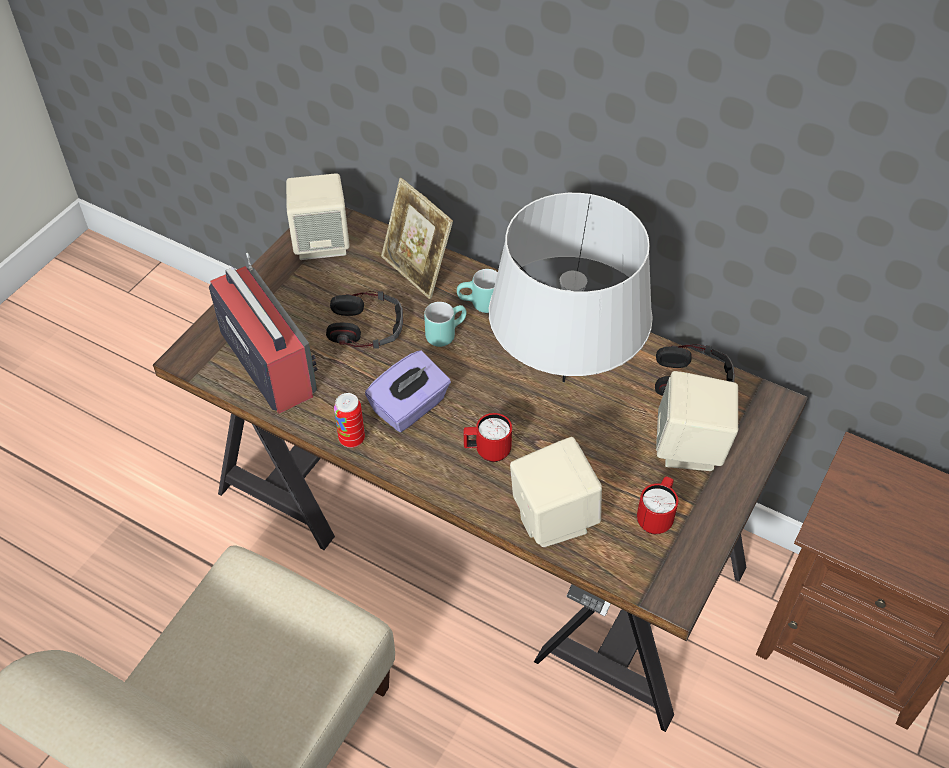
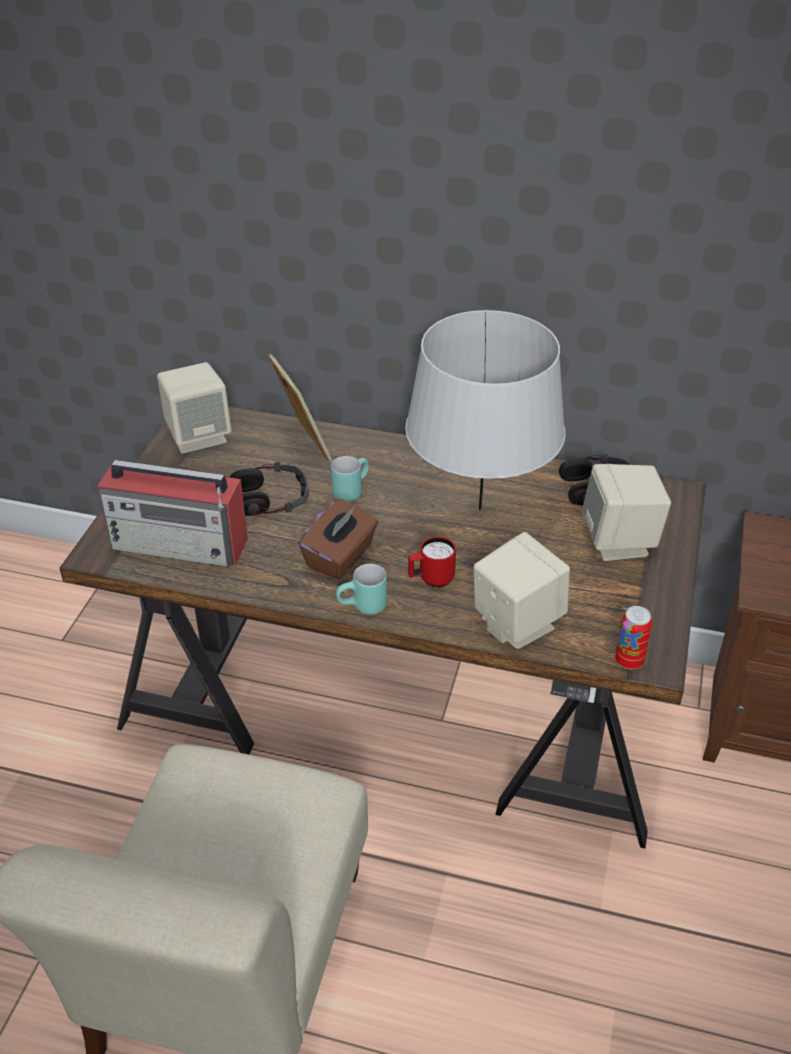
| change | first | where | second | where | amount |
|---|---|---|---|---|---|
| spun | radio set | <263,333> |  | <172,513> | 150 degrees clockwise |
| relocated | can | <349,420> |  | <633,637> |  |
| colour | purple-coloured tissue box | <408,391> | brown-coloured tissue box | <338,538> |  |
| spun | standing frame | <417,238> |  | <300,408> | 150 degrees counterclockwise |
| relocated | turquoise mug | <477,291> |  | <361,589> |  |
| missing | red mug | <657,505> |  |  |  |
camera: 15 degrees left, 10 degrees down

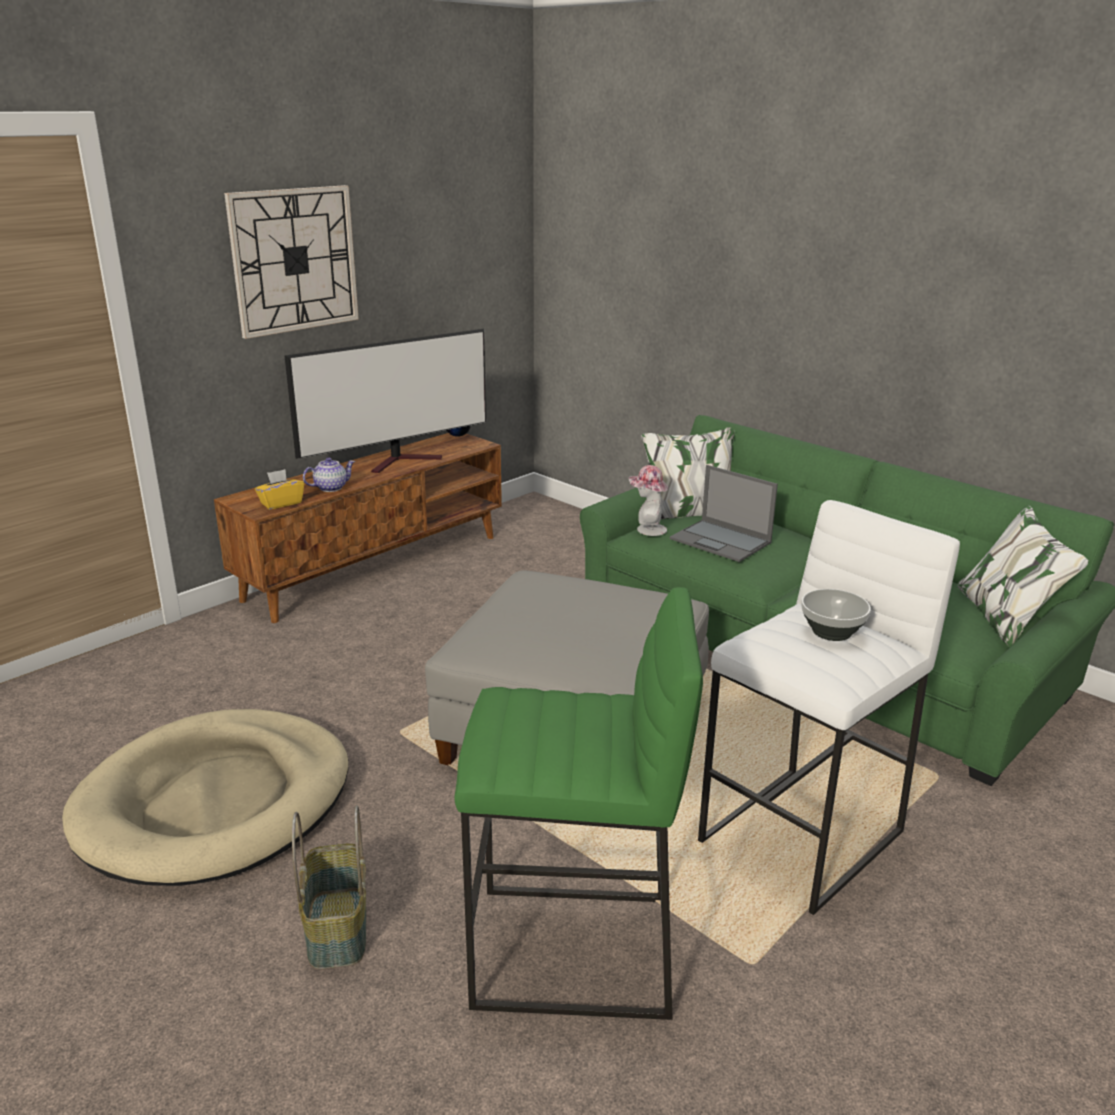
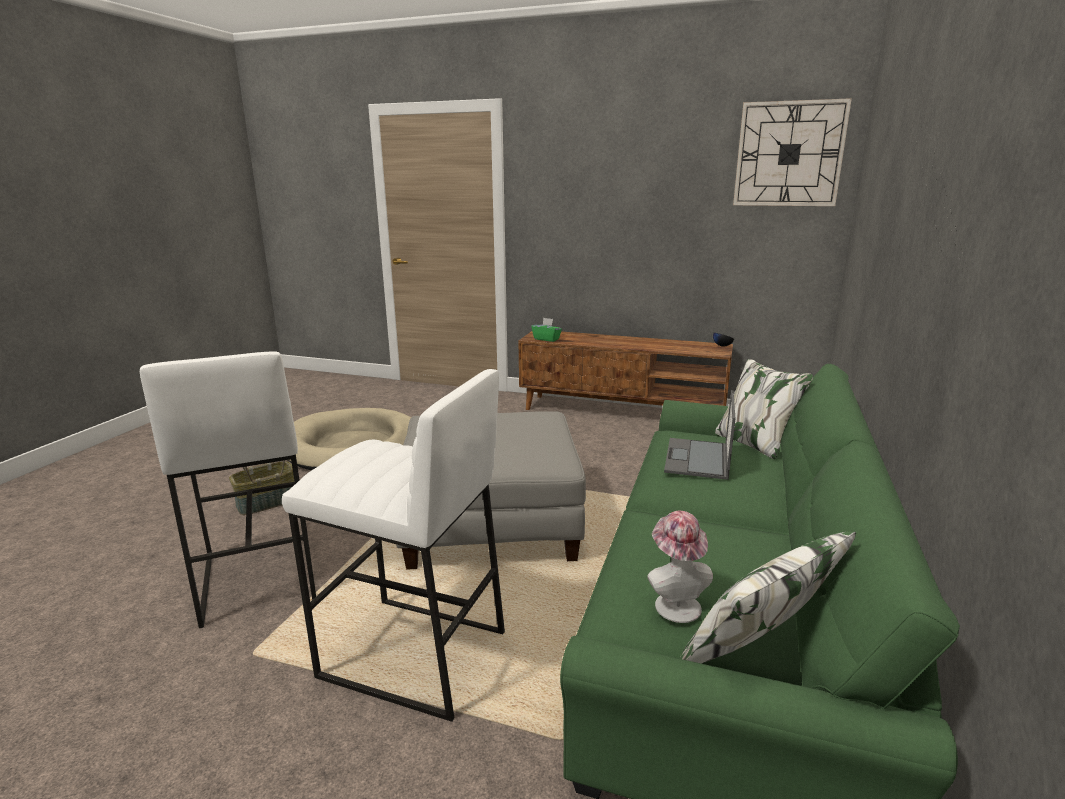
| change | first | where | second | where | amount |
|---|---|---|---|---|---|
| relocated | clock on the wall | <291,262> |  | <792,152> |  |
| colour | yellowish tissue box | <279,489> | green tissue box | <547,330> |  |
| missing | television | <385,401> |  |  |  |
| missing | teapot | <329,474> |  |  |  |
| colour | green stool seat | <578,803> | white stool seat | <228,490> |  |
| relocated | hat | <648,500> |  | <680,567> |  |
| missing | bowl | <836,615> |  |  |  |
camera: 65 degrees right, 5 degrees down

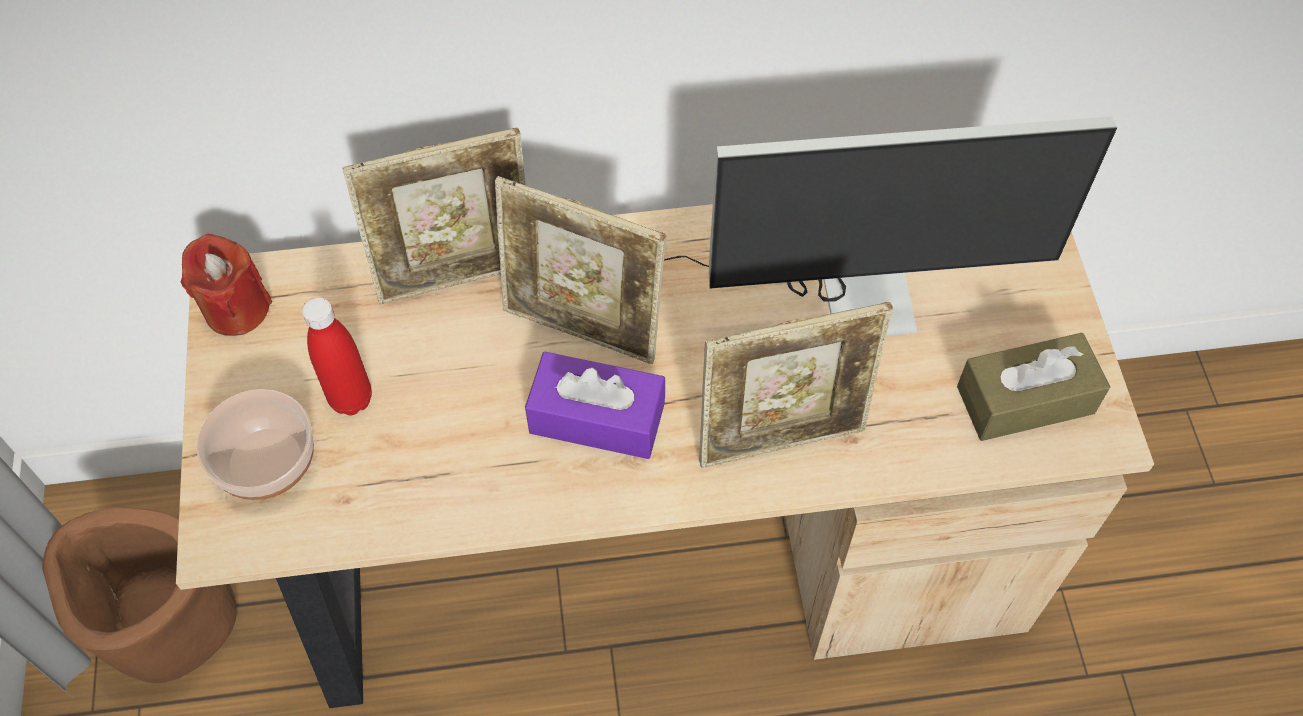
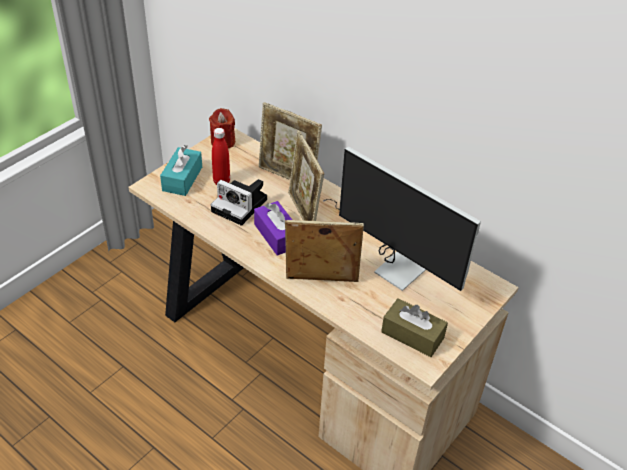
| change | first | where | second | where | amount |
|---|---|---|---|---|---|
| missing | brown-coloured flower pot | <139,595> |  |  |  |
| exchanged | bowl | <255,444> | turquoise tissue box | <181,170> |  |
| spun | standing frame | <796,385> |  | <324,251> | 150 degrees clockwise |
| appeared |  |  | photo camera | <239,202> |  |
camera: 45 degrees right, 15 degrees down

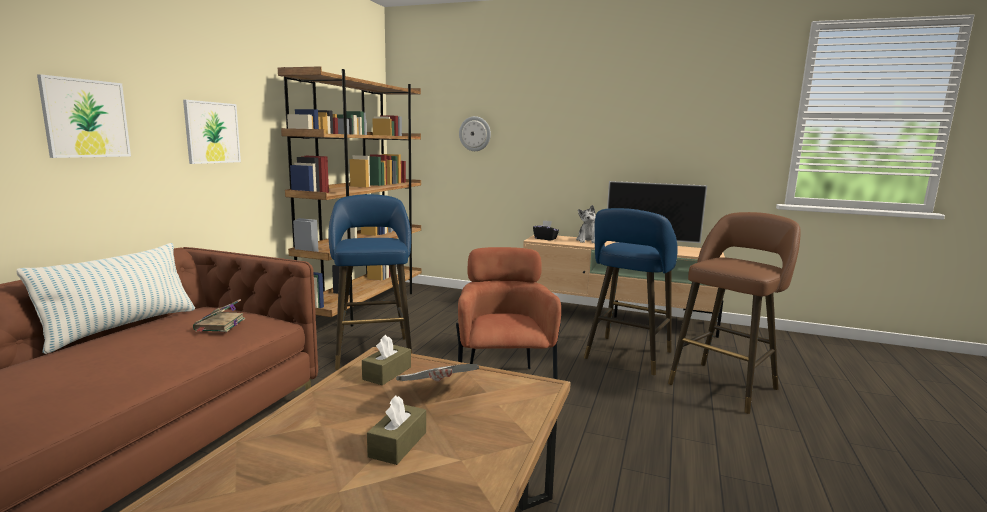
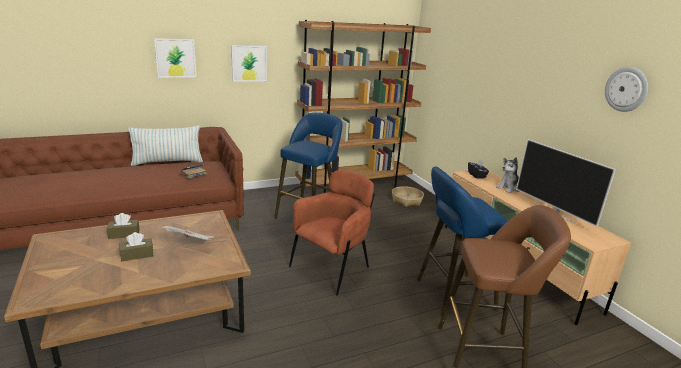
| change | first | where | second | where | amount |
|---|---|---|---|---|---|
| relocated | brown-coloured tissue box | <386,360> |  | <123,226> |  |
| relocated | clock on the wall | <475,133> |  | <626,89> |  |
| appeared |  |  | basket | <408,196> |  |
camera: 45 degrees right, 10 degrees up

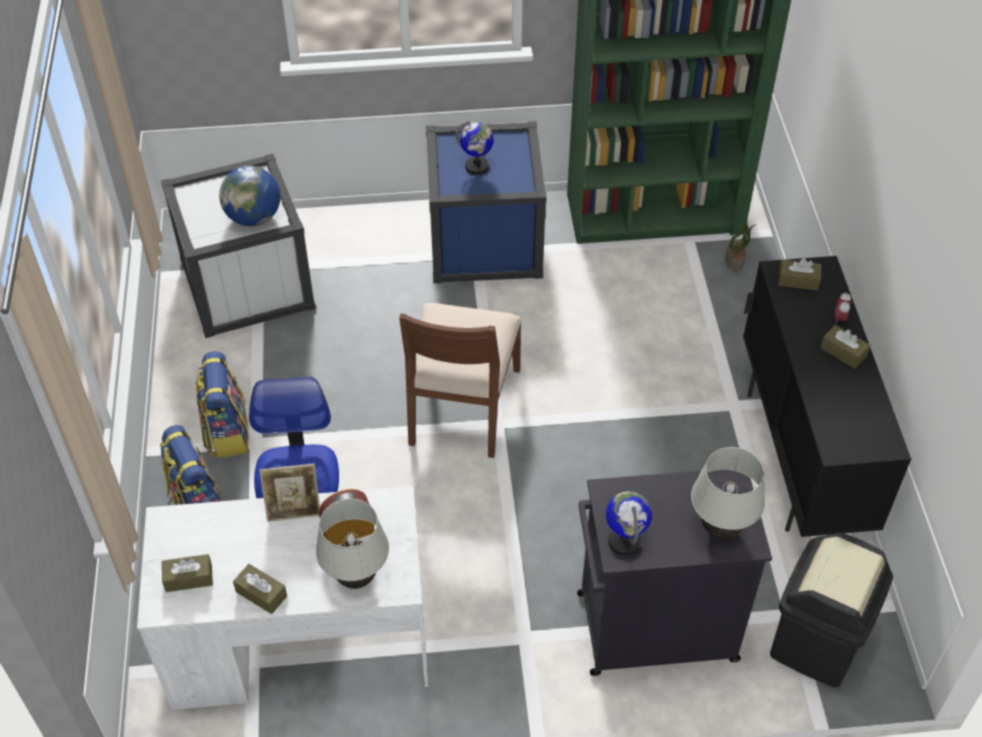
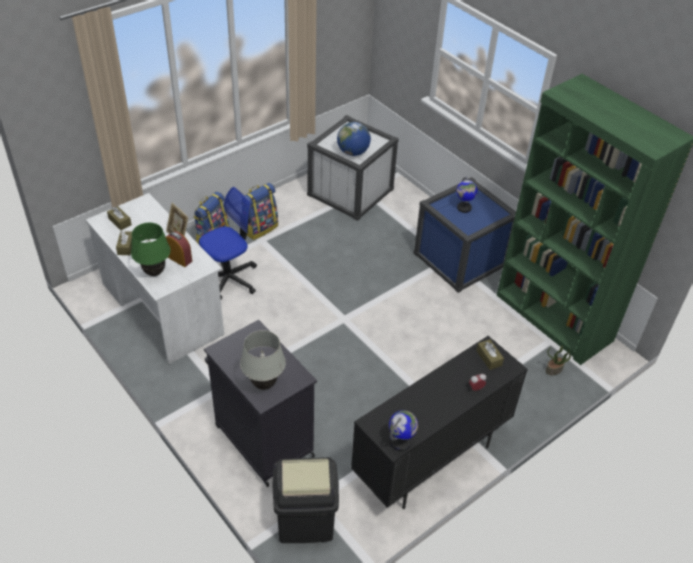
| change | first | where | second | where | amount |
|---|---|---|---|---|---|
| colour | white tabletop lamp | <352,543> | green tabletop lamp | <151,249> |  |
| missing | brown-coloured upright chair | <460,380> |  |  |  |
| relocated | desk globe | <629,523> |  | <403,430> |  |
| missing | brown-coloured tissue box | <845,347> |  |  |  |
camera: 55 degrees right, 5 degrees down

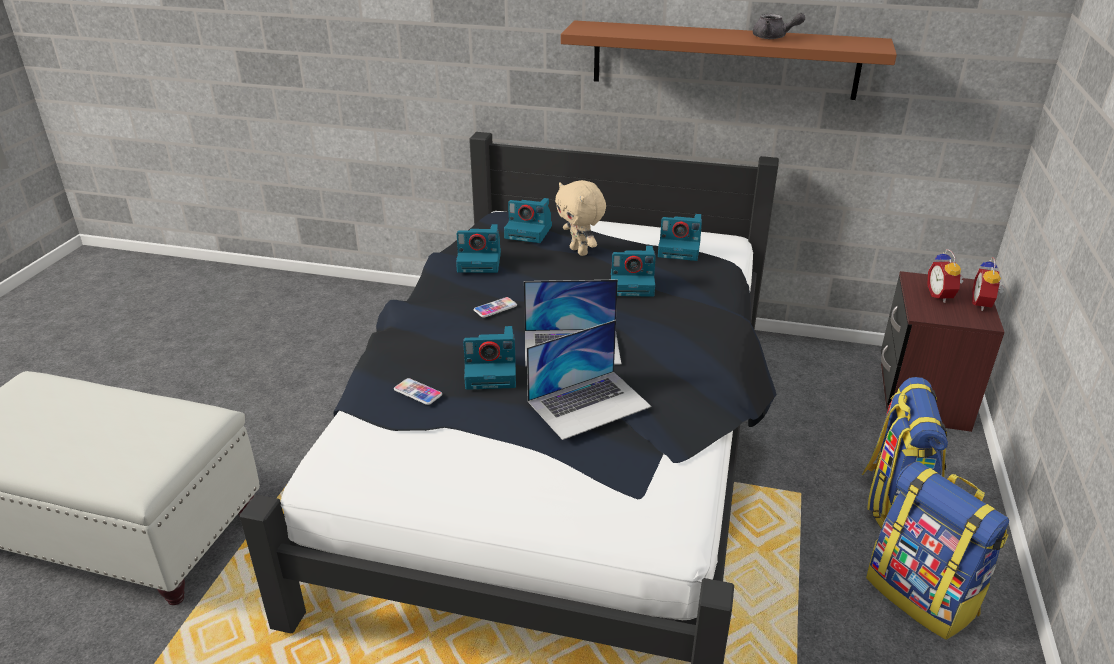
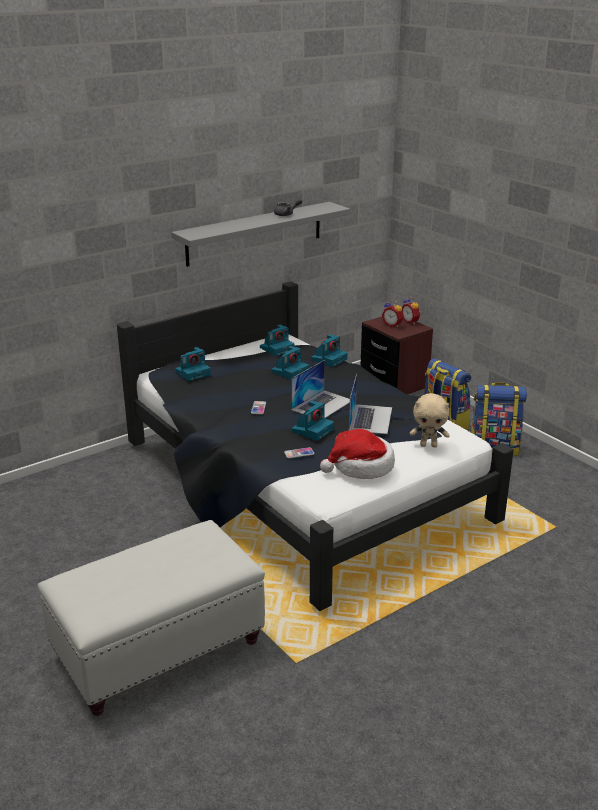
| change | first | where | second | where | amount |
|---|---|---|---|---|---|
| relocated | photo camera | <478,248> |  | <329,350> |  |
| relocated | beige plush toy | <580,218> |  | <429,420> |  |
| colour | brown-coloured bracket shelf | <729,60> | greyish bracket shelf | <260,234> |  |
| appeared |  |  | hat | <357,454> |  |
camera: 50 degrees left, 5 degrees down

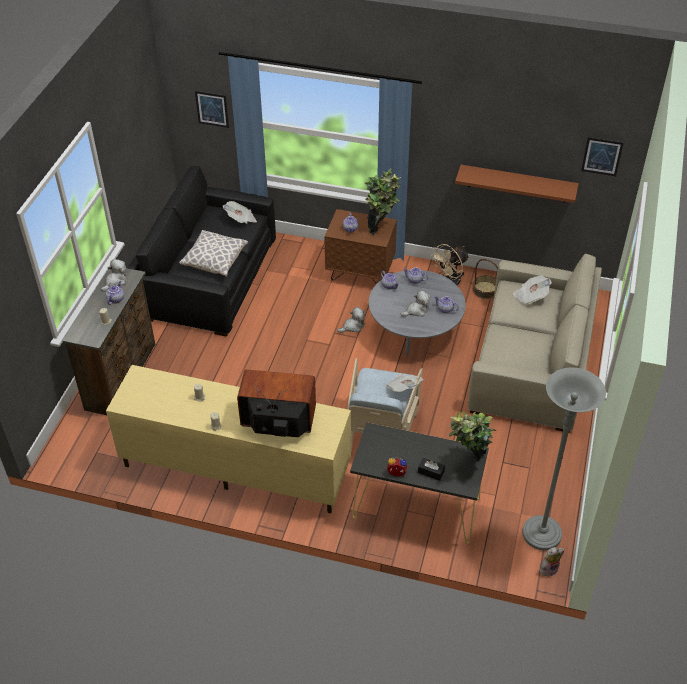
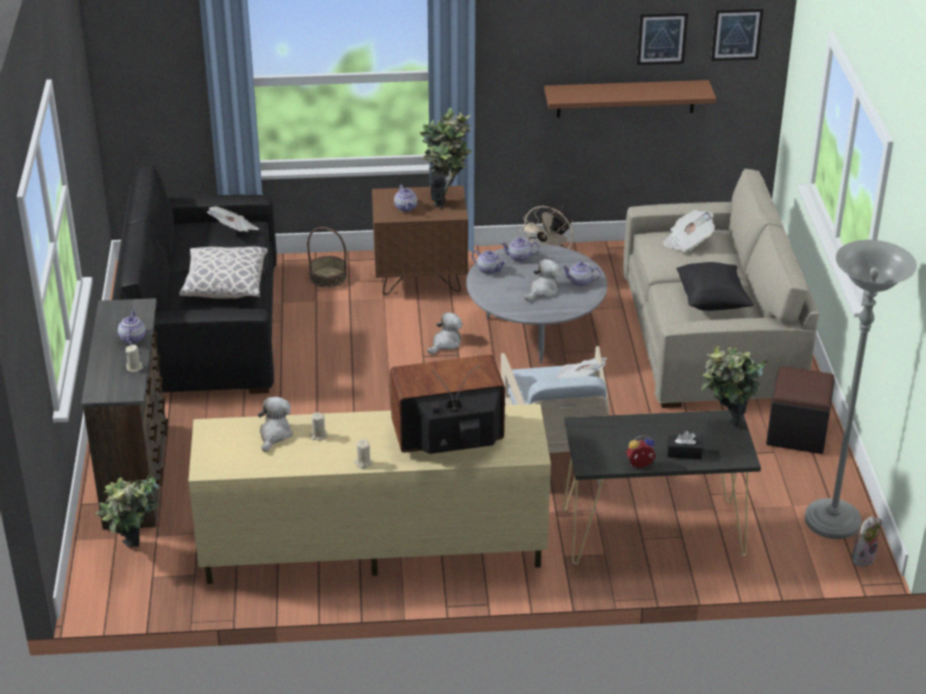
| change | first | where | second | where | amount |
|---|---|---|---|---|---|
| relocated | plush toy | <114,275> |  | <275,424> |  |
| relocated | wall picture | <212,109> |  | <662,38> |  |
| relocated | basket | <485,279> |  | <327,257> |  |
| appeared |  |  | houseplant | <128,510> |  |
| appeared |  |  | black throw pillow | <715,286> |  |
| appeared |  |  | black footrest | <800,410> |  |
camera: 20 degrees left, 10 degrees down

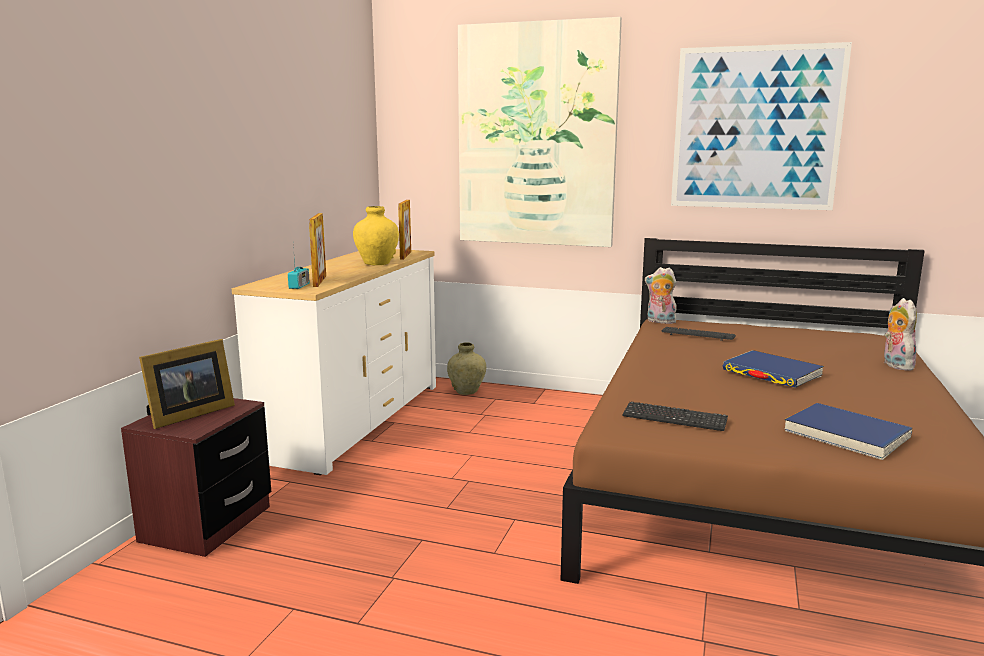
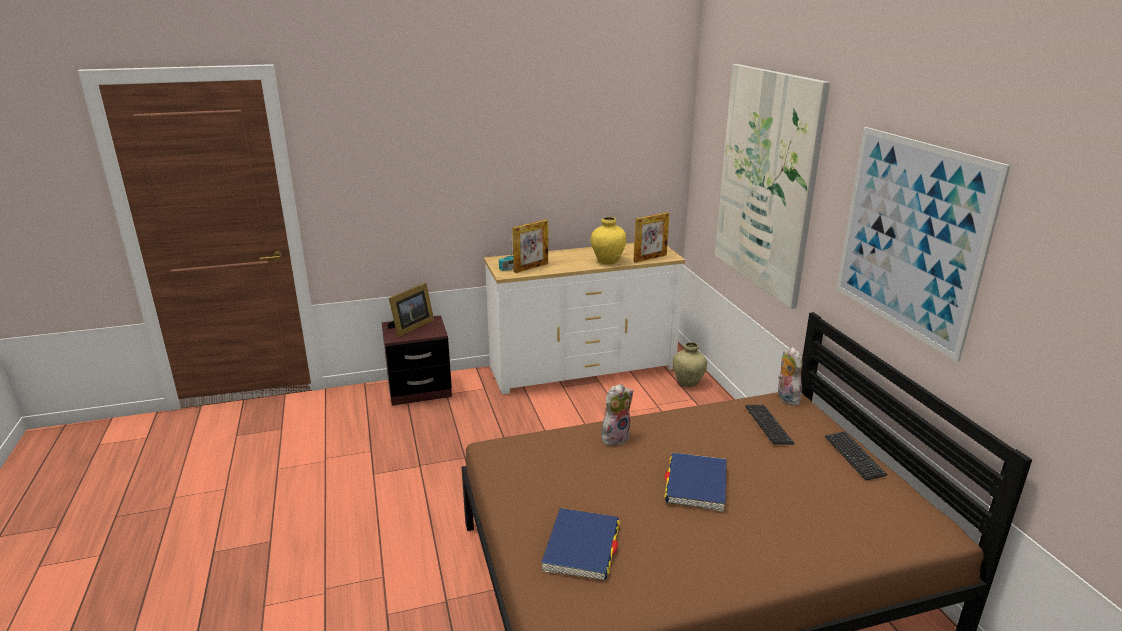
| change | first | where | second | where | amount |
|---|---|---|---|---|---|
| spun | standing frame | <187,384> |  | <411,310> | 60 degrees counterclockwise |
| relocated | PC keyboard | <675,416> |  | <856,455> |  |
| relocated | plush toy | <900,334> |  | <617,415> |  |
camera: 55 degrees right, 10 degrees up

